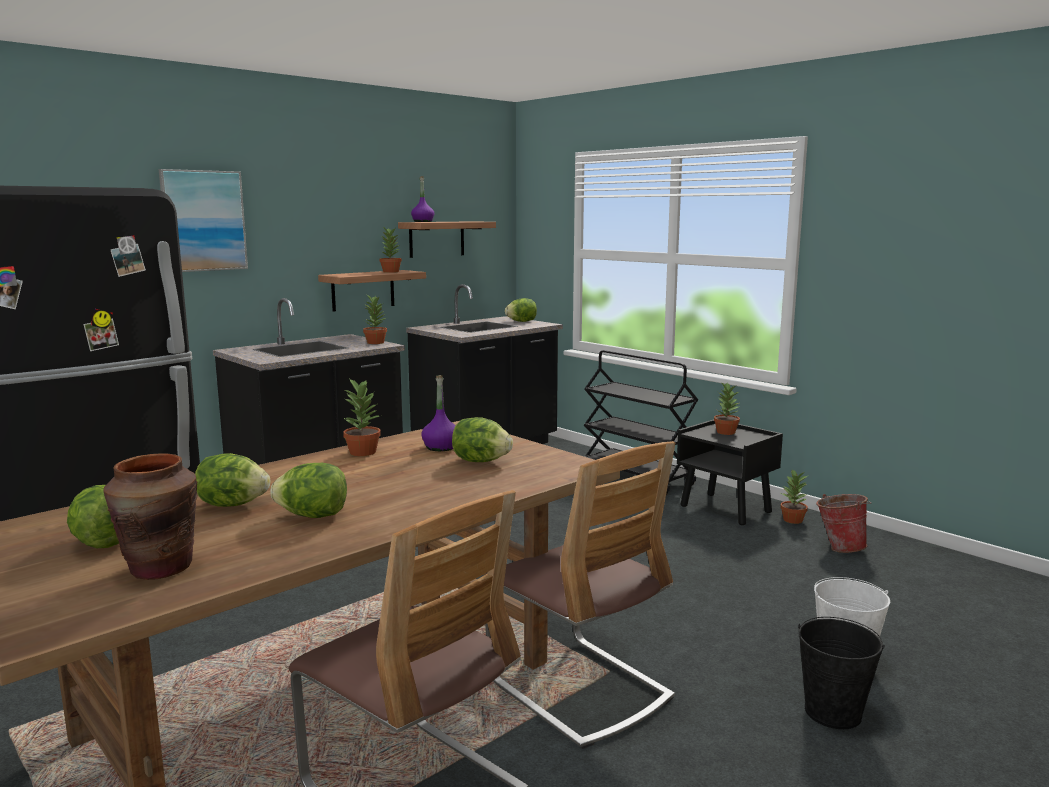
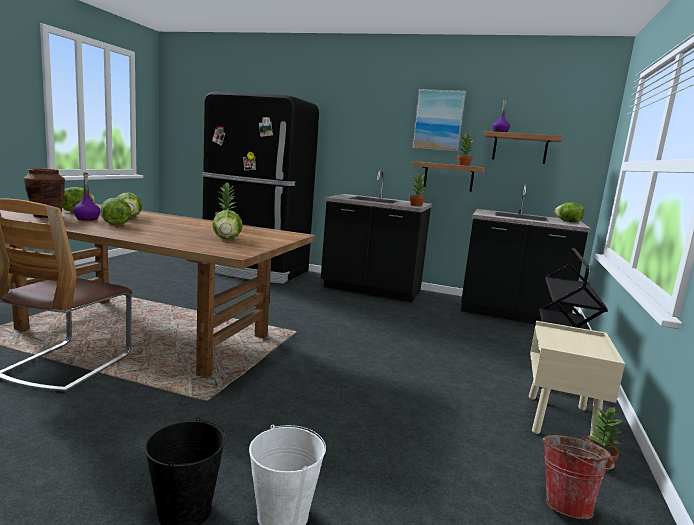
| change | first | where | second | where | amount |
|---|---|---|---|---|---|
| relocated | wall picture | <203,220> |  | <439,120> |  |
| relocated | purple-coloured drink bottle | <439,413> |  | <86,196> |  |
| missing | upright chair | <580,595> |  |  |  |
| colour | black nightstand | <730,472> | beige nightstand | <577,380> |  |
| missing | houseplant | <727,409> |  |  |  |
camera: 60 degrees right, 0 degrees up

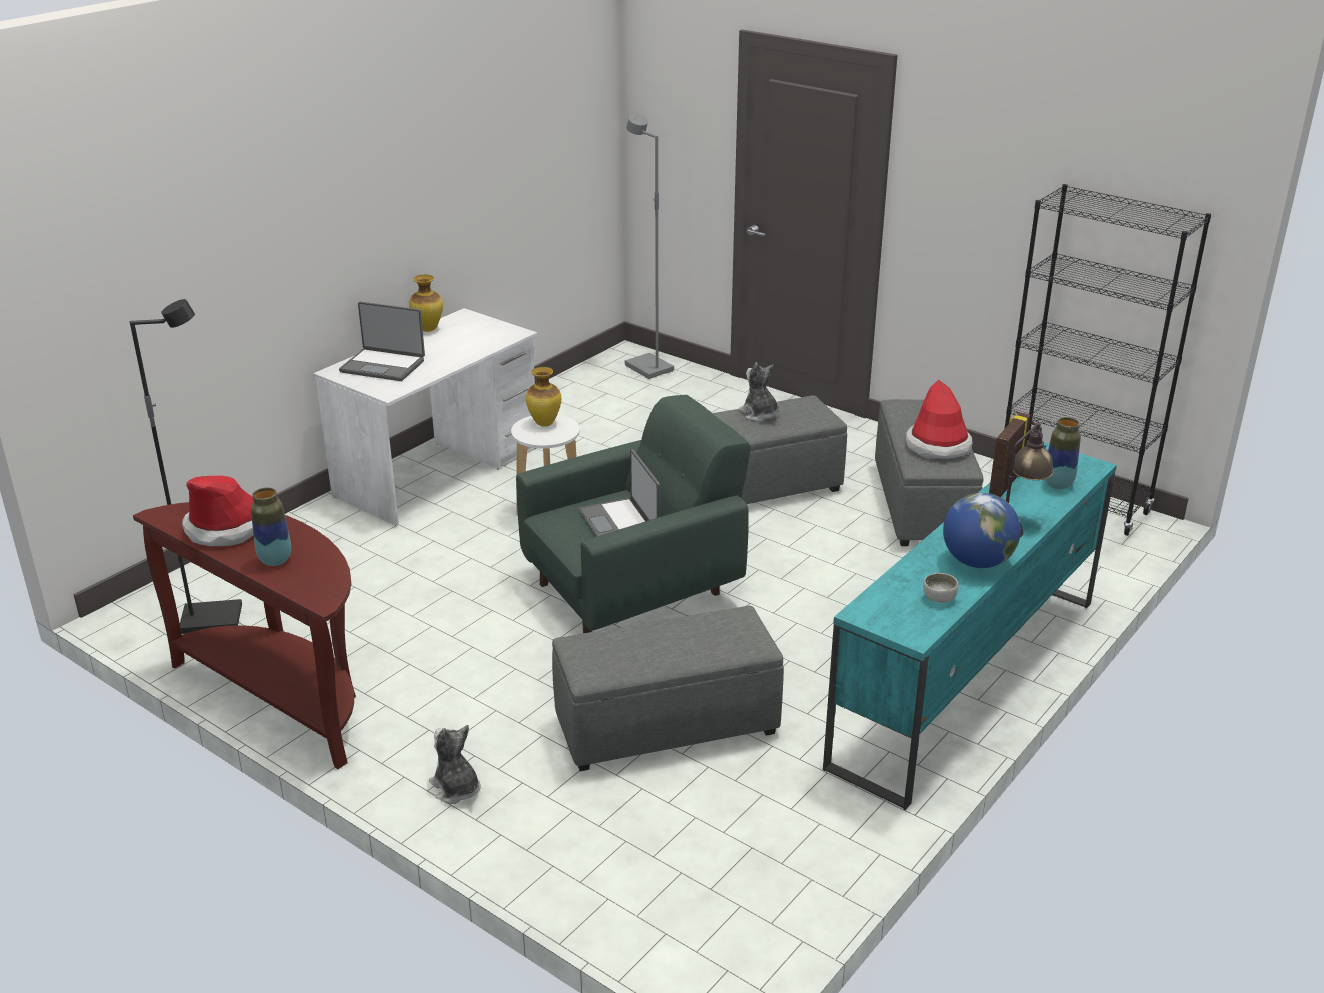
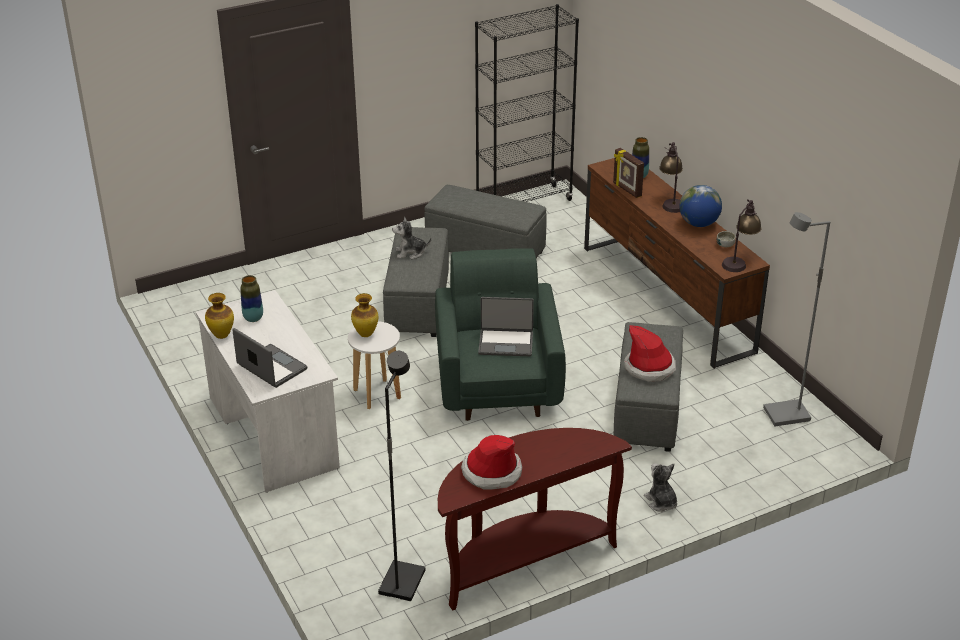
| change | first | where | second | where | amount |
|---|---|---|---|---|---|
| relocated | flower vase | <271,527> |  | <251,298> |  |
| spun | portable computer | <382,341> |  | <270,358> | 90 degrees counterclockwise |
| spun | plush toy | <455,764> |  | <660,487> | 75 degrees clockwise |
| relocated | greyish standard lamp | <649,246> |  | <796,319> |  |
| colour | turquoise media console | <970,626> | brown-coloured media console | <677,263> |  |
| relocated | hat | <939,419> |  | <650,353> |  |
| appeared |  |  | tabletop lamp | <741,236> |  |
camera: 65 degrees left, 5 degrees up

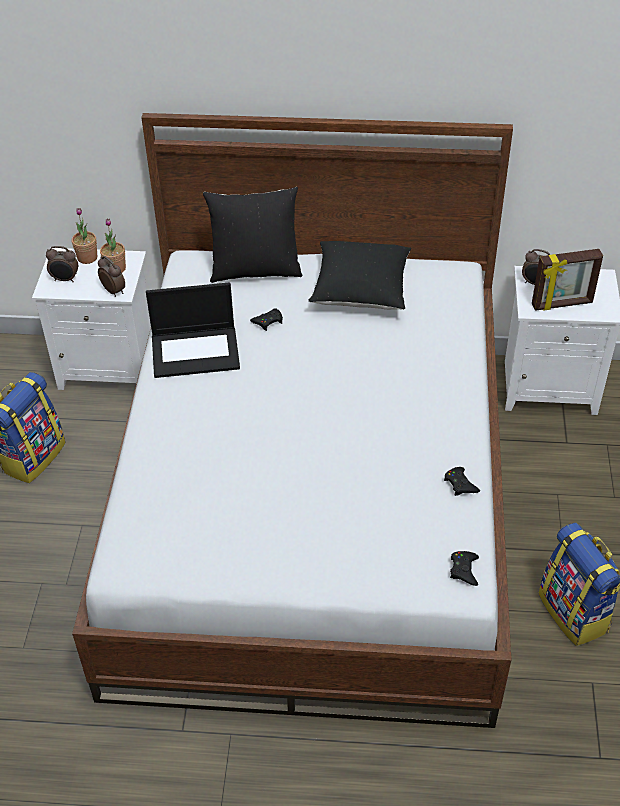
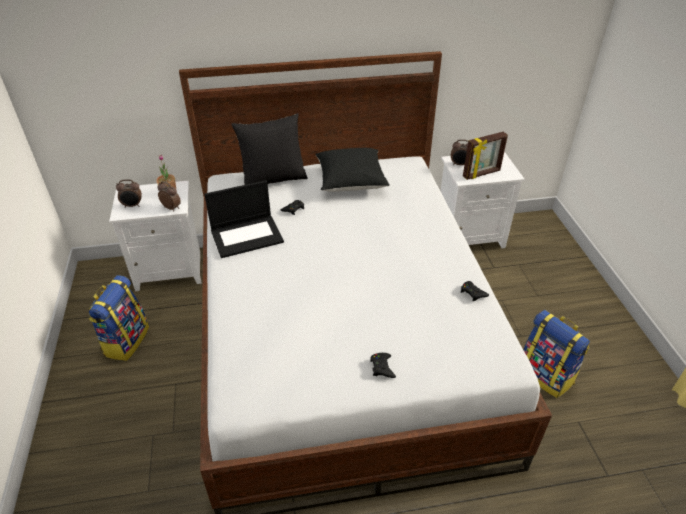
| change | first | where | second | where | amount |
|---|---|---|---|---|---|
| missing | houseplant | <84,236> |  |  |  |
| relocated | black game controller | <464,568> |  | <383,365> |  |
camera: 15 degrees left, 5 degrees down

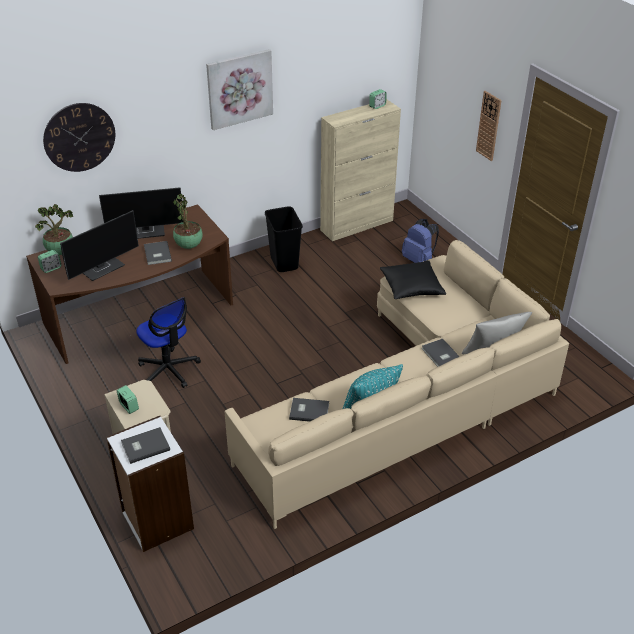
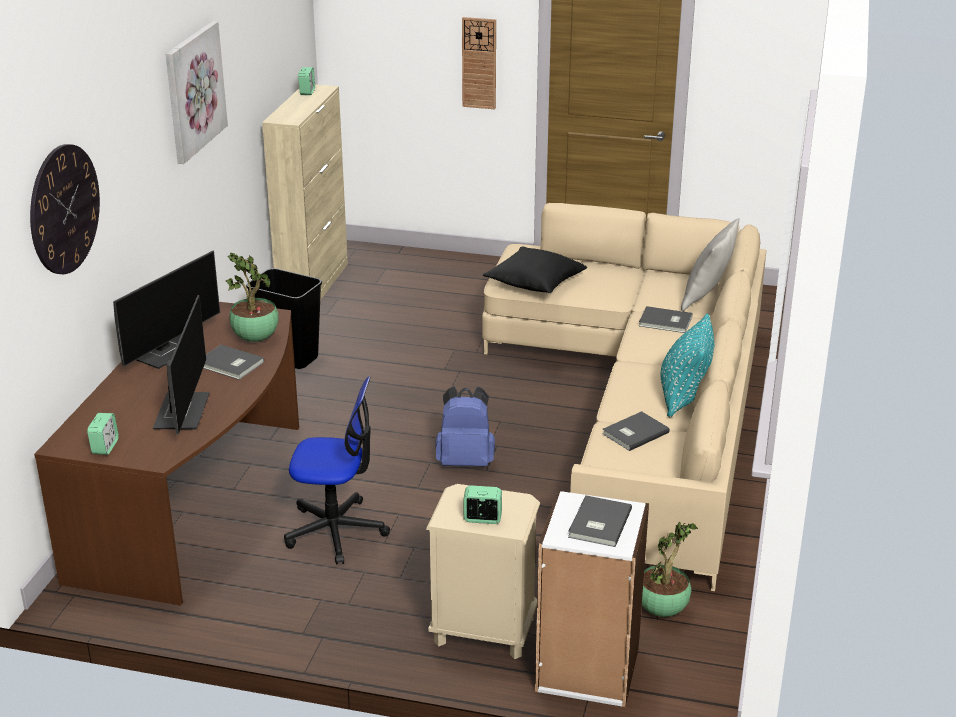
| change | first | where | second | where | amount |
|---|---|---|---|---|---|
| relocated | houseplant | <54,229> |  | <670,569> |  |
| relocated | blue-coloured rucksack | <420,241> |  | <465,426> |  |
camera: 45 degrees left, 10 degrees down

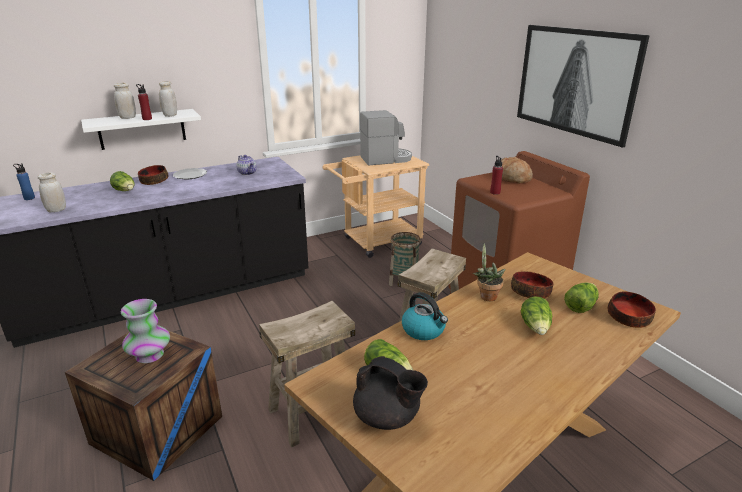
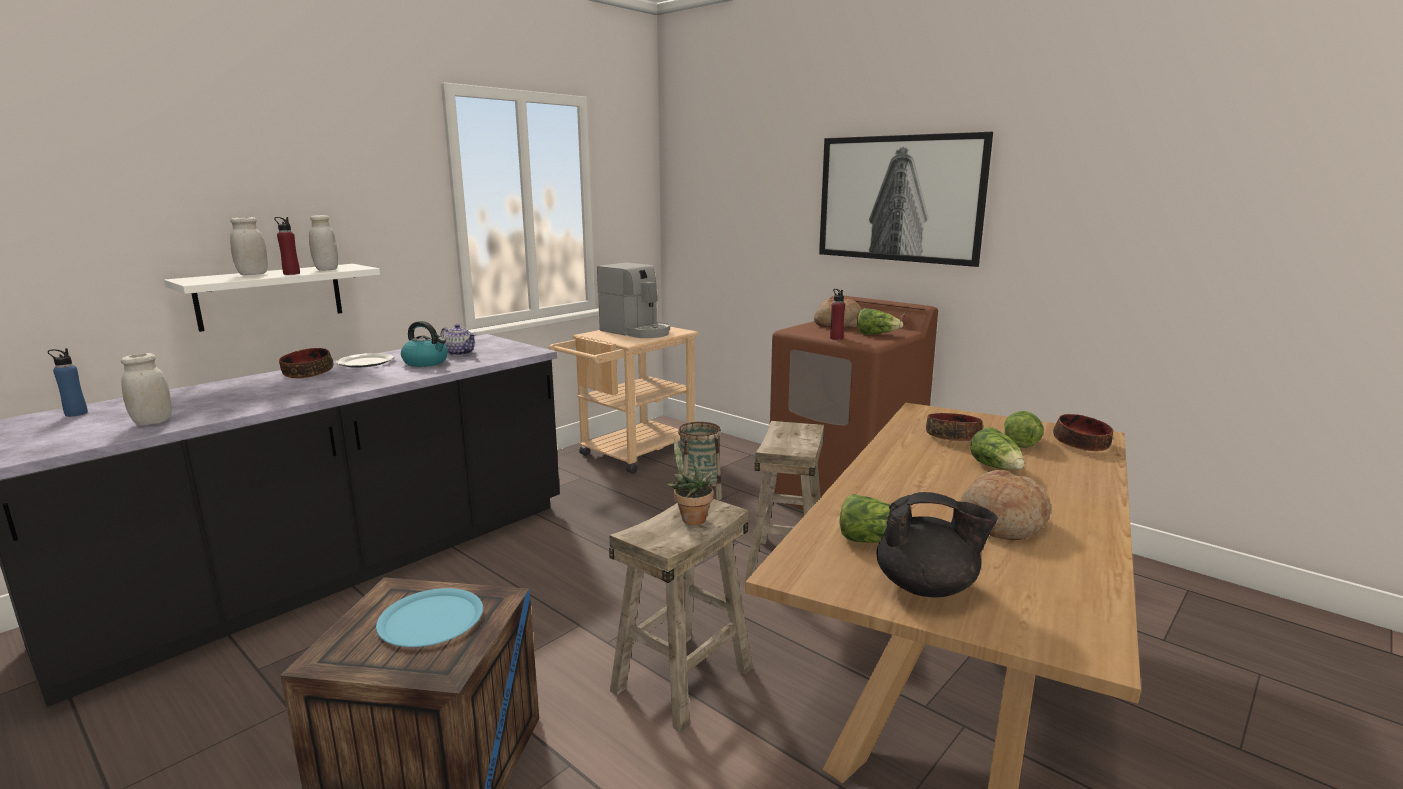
| change | first | where | second | where | amount |
|---|---|---|---|---|---|
| relocated | head of lettuce | <122,181> |  | <880,321> |  |
| exchanged | flower vase | <145,331> | blue-coloured flat dish | <429,617> |  |
| spun | coffee maker | <386,138> |  | <633,300> | 75 degrees clockwise |
| relocated | water kettle | <425,316> |  | <424,344> |  |
| relocated | houseplant | <489,272> |  | <690,482> |  |
| appeared |  |  | bread | <1006,505> |  |
camera: 20 degrees left, 10 degrees down

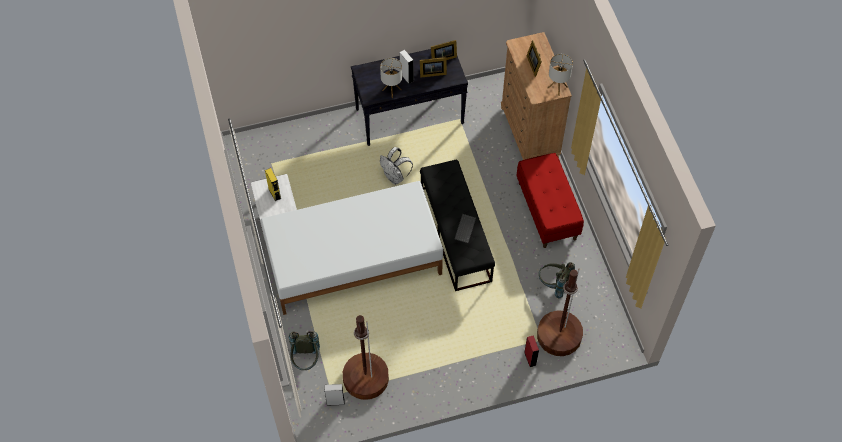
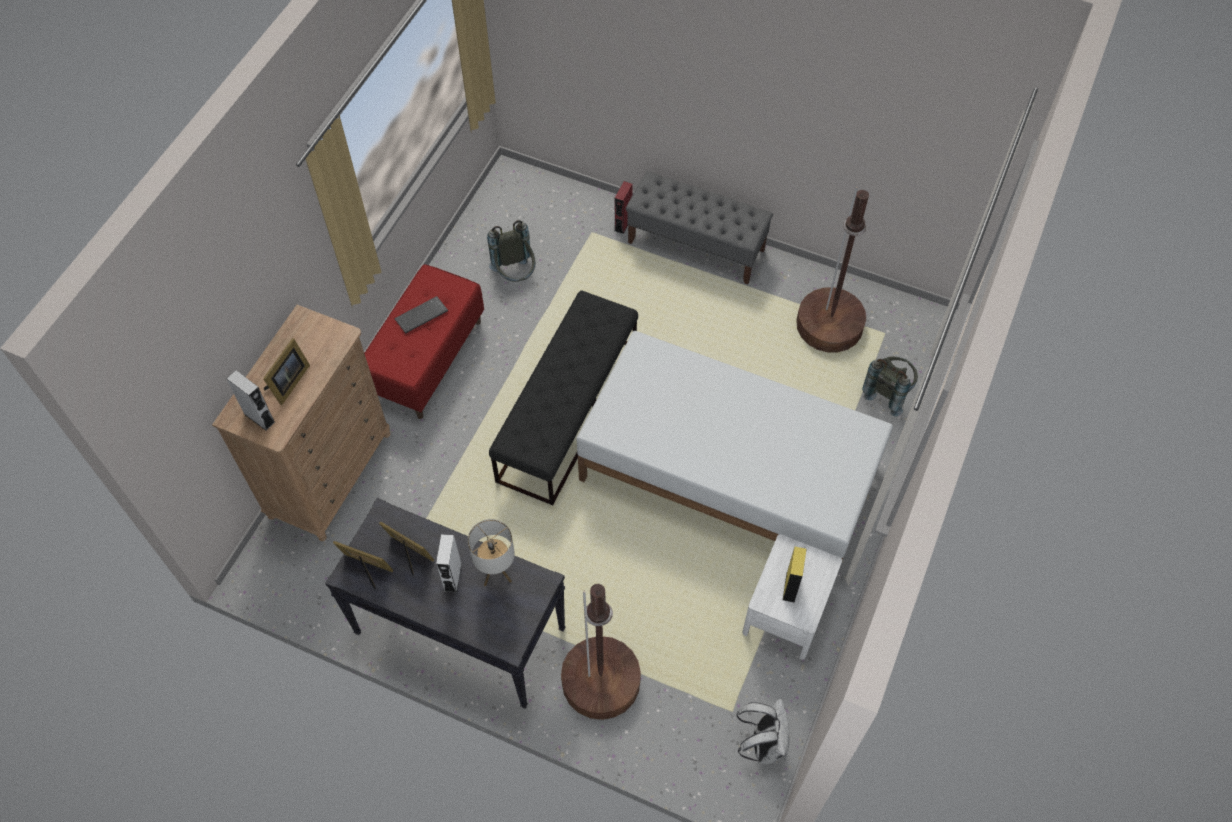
| change | first | where | second | where | amount |
|---|---|---|---|---|---|
| relocated | greyish loudspeaker | <334,394> |  | <250,400> |  |
| relocated | white rucksack | <396,166> |  | <763,731> |  |
| relocated | PC keyboard | <465,229> |  | <421,315> |  |
| relocated | brown-coloured standard lamp | <560,312> |  | <601,652> |  |
| missing | tabletop lamp | <560,75> |  |  |  |
| appeared |  |  | greyish bench | <699,228> |  |
camera: 140 degrees left, 0 degrees up

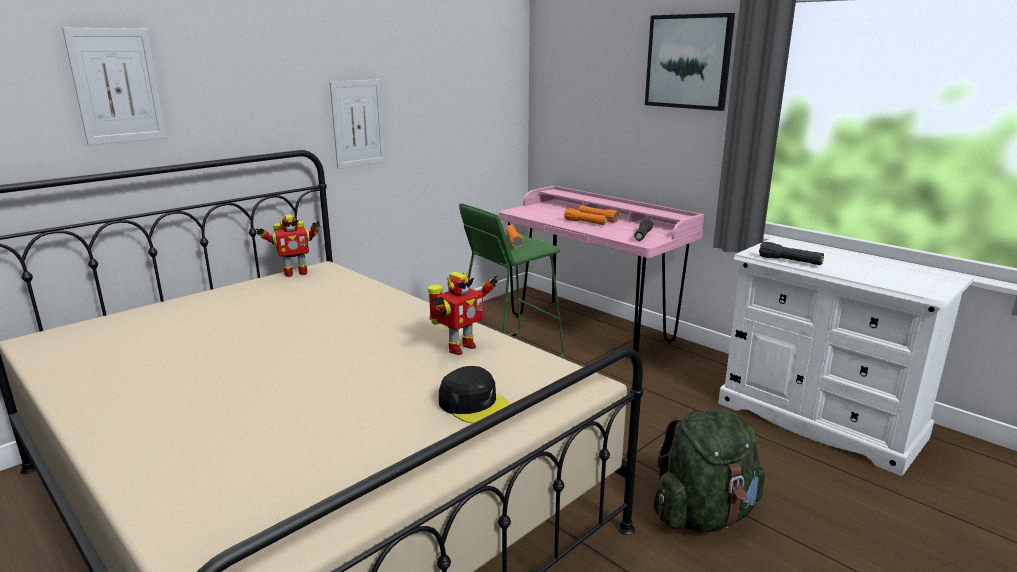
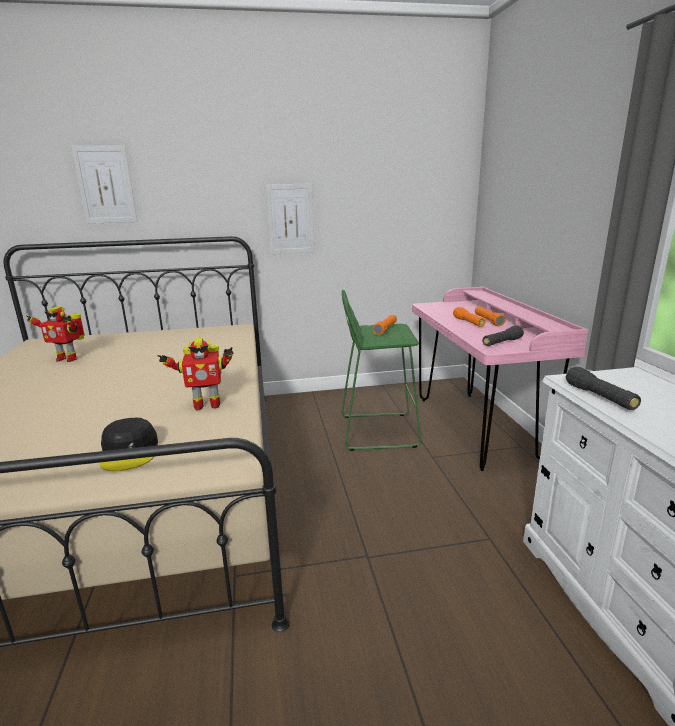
| change | first | where | second | where | amount |
|---|---|---|---|---|---|
| relocated | toy robot | <287,245> |  | <55,334> |  |
| missing | wall picture | <690,62> |  |  |  |
| missing | green rucksack | <709,470> |  |  |  |
camera: 35 degrees right, 0 degrees up

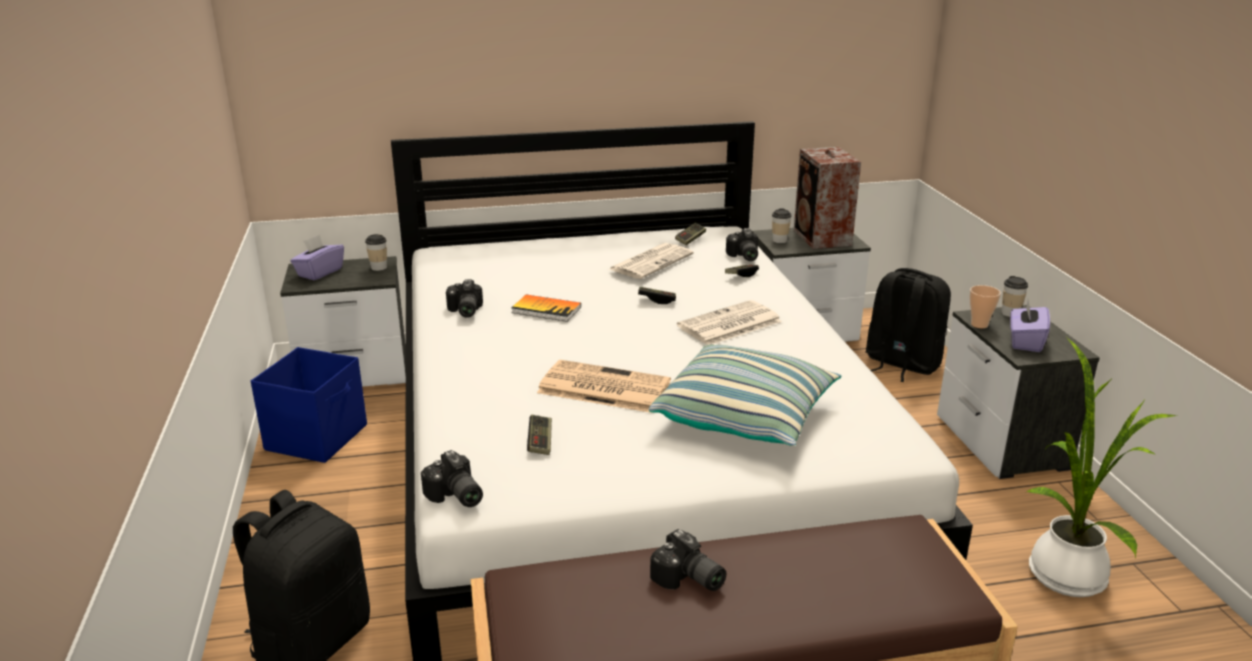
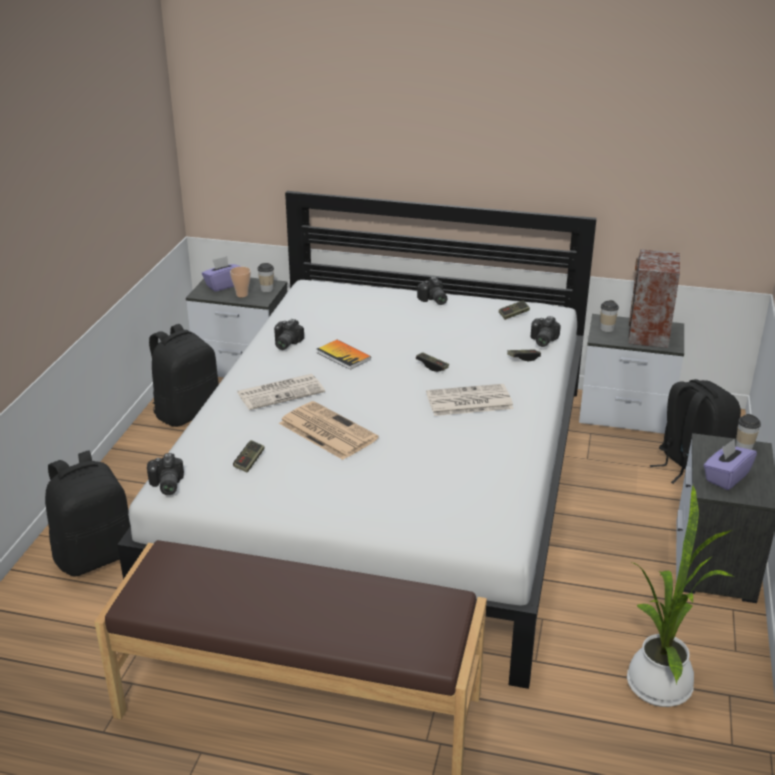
| change | first | where | second | where | amount |
|---|---|---|---|---|---|
| exchanged | blue-coloured storage container | <309,405> | black rucksack | <184,375> |  |
| relocated | daily paper | <651,261> |  | <281,392> |  |
| missing | throw pillow | <745,395> |  |  |  |
| relocated | photo camera | <688,560> |  | <432,291> |  |
| relocated | drinking cup | <985,306> |  | <240,282> |  |
camera: 25 degrees right, 5 degrees up

